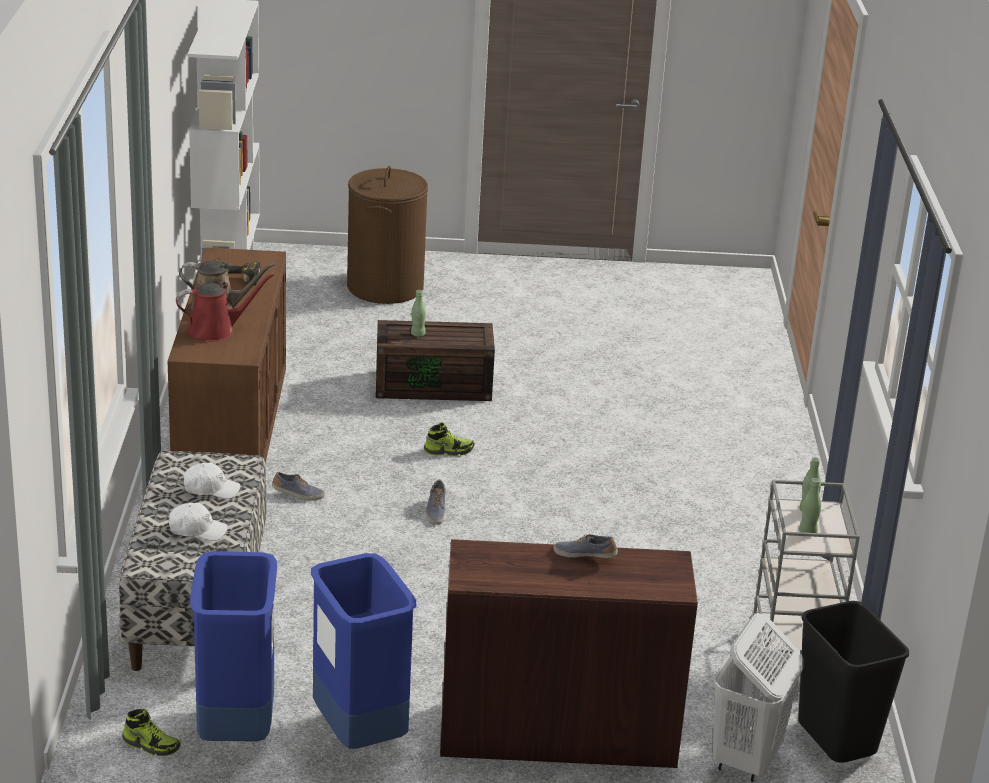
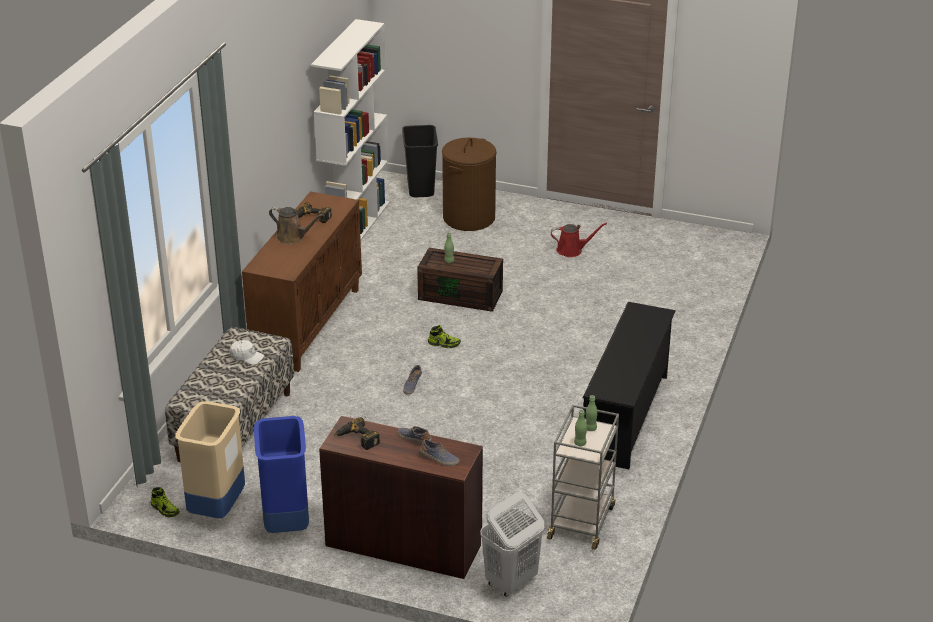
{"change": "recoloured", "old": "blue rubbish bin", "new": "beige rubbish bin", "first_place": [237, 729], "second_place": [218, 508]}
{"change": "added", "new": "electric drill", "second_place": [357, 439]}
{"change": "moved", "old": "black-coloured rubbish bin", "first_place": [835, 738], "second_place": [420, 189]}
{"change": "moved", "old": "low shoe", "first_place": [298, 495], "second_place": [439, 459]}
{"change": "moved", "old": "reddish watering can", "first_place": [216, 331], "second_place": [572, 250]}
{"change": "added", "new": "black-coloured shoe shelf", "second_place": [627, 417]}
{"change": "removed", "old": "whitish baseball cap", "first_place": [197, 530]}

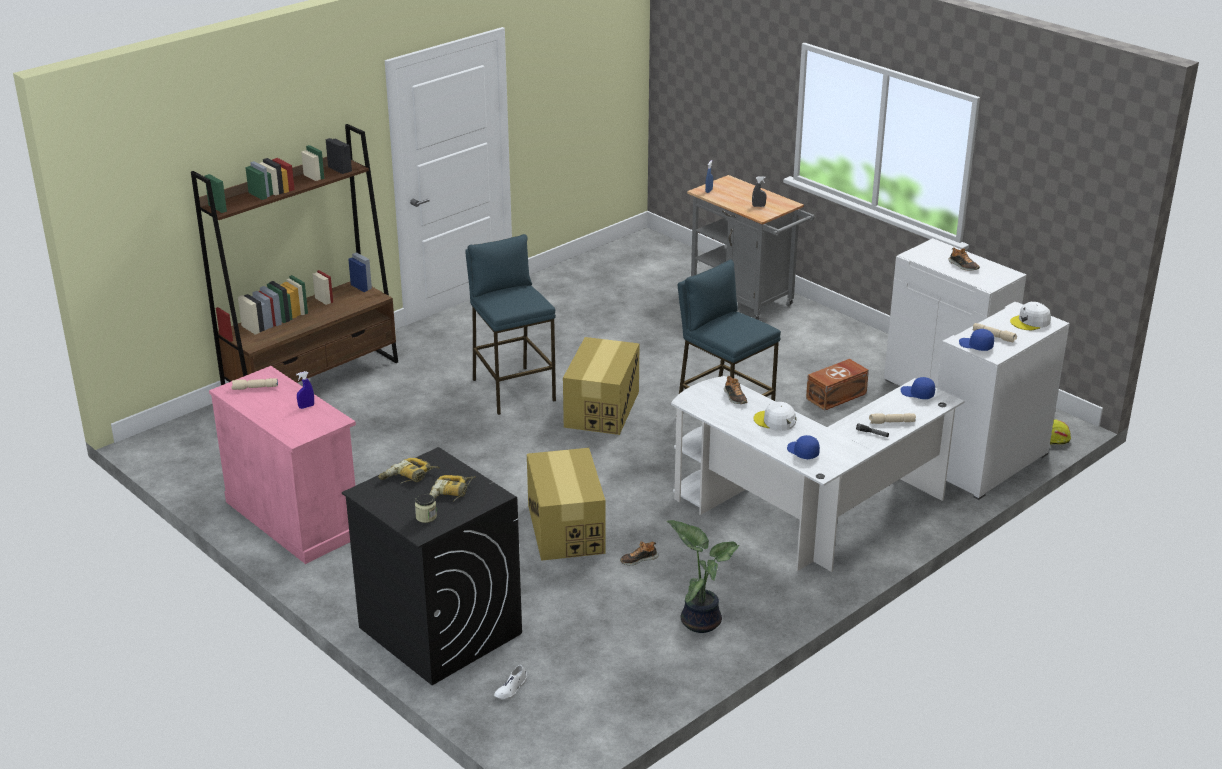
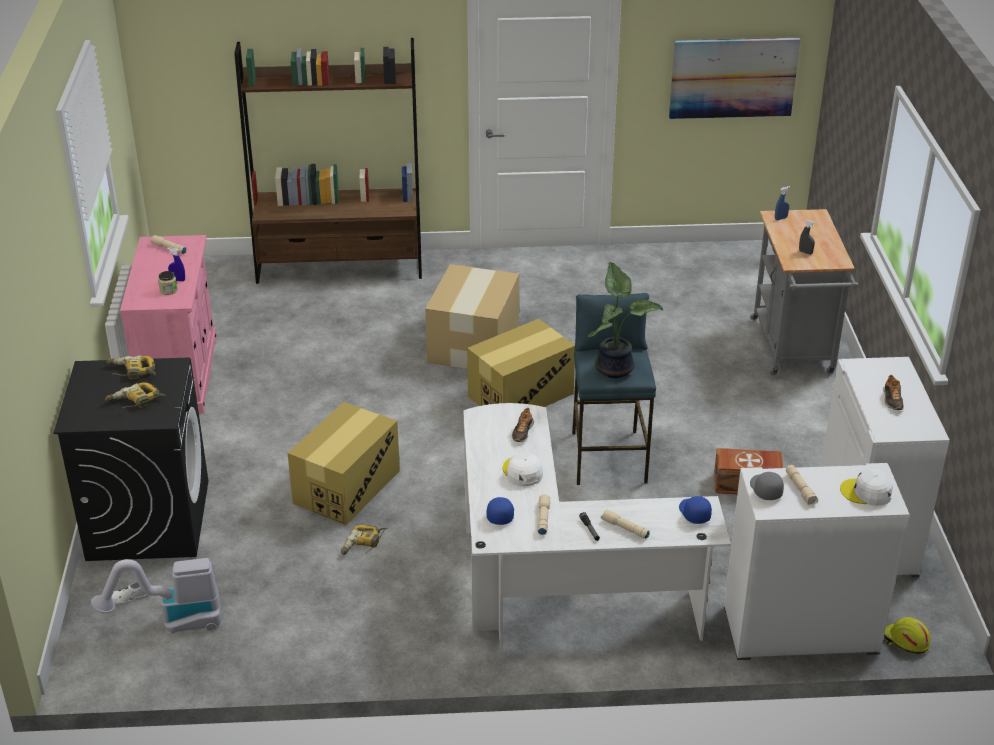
{"change": "added", "new": "vacuum cleaner", "second_place": [171, 623]}
{"change": "moved", "old": "storage jar", "first_place": [426, 517], "second_place": [168, 290]}
{"change": "replaced", "old": "low shoe", "new": "electric drill", "first_place": [638, 559], "second_place": [363, 545]}
{"change": "replaced", "old": "blue stool seat", "new": "cardboard box", "first_place": [513, 390], "second_place": [474, 343]}
{"change": "added", "new": "beige torch", "second_place": [542, 518]}
{"change": "moved", "old": "potted plant", "first_place": [700, 620], "second_place": [616, 367]}
{"change": "added", "new": "picture", "second_place": [733, 77]}
{"change": "recoloured", "old": "blue baseball cap", "new": "greyish baseball cap", "first_place": [975, 346], "second_place": [765, 489]}

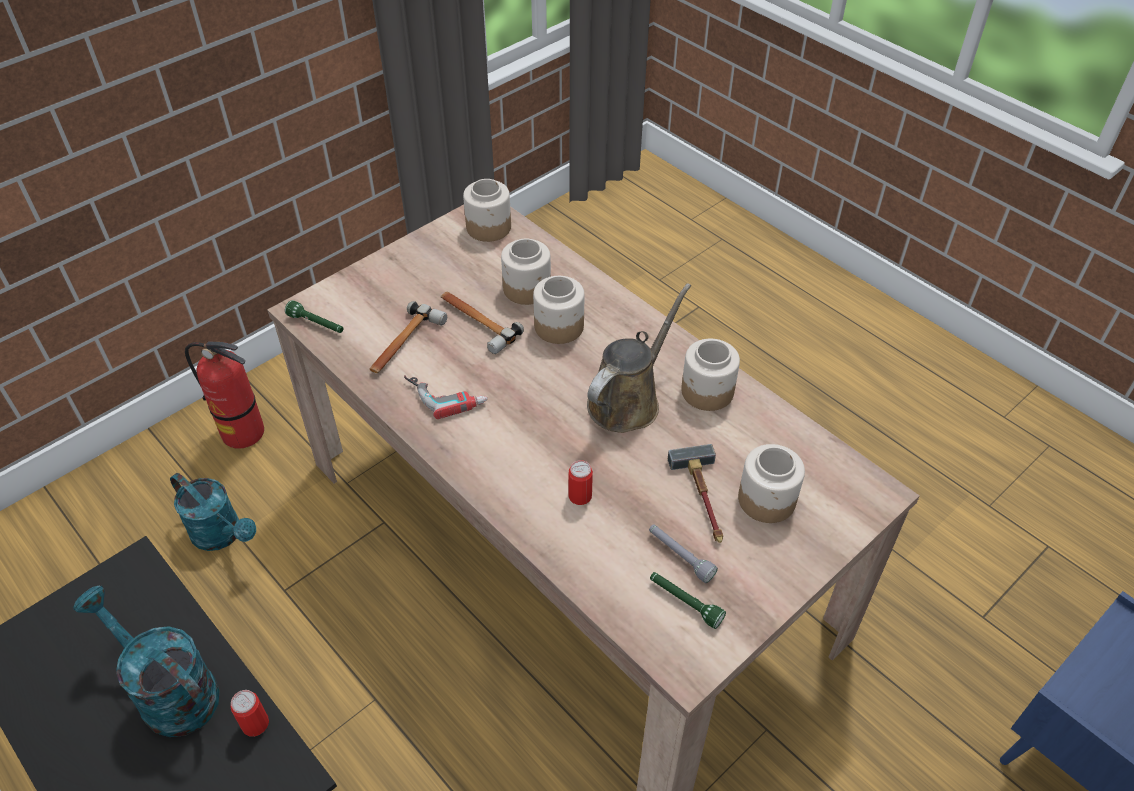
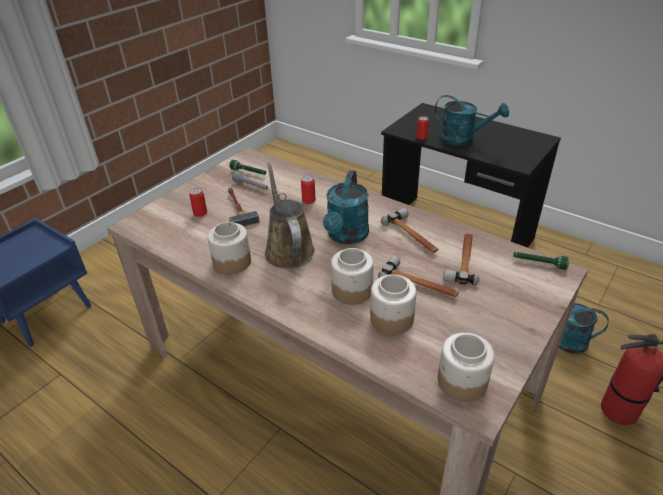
{"change": "replaced", "old": "storage jar", "new": "can", "first_place": [767, 499], "second_place": [200, 213]}
{"change": "turned", "old": "brown watering can", "first_place": [628, 400], "second_place": [288, 249], "degrees": 135}
{"change": "added", "new": "blue-green watering can", "second_place": [346, 237]}
{"change": "replaced", "old": "electric drill", "new": "hand hammer", "first_place": [446, 393], "second_place": [412, 235]}

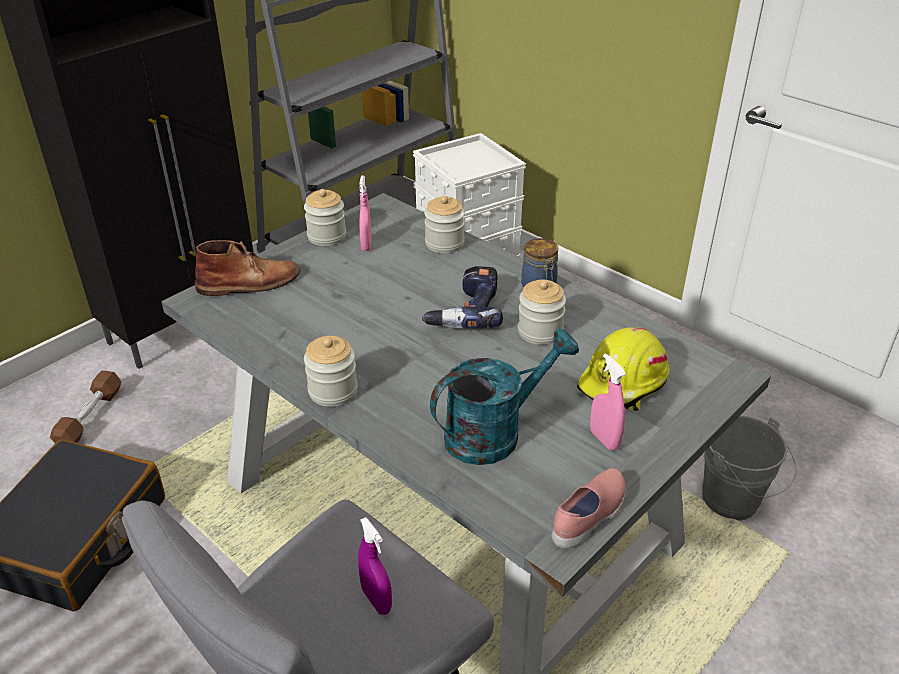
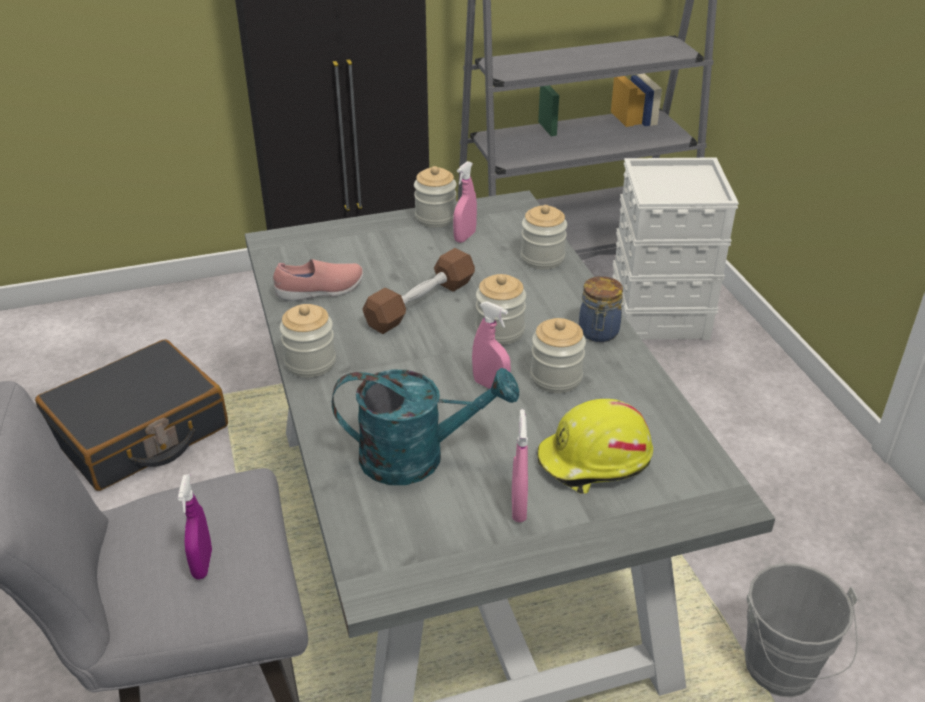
{"change": "moved", "old": "pink-coloured low shoe", "first_place": [589, 517], "second_place": [321, 291]}
{"change": "moved", "old": "brown dumbbell", "first_place": [90, 417], "second_place": [420, 303]}
{"change": "added", "new": "pink-coloured sprayer", "second_place": [490, 386]}
{"change": "replaced", "old": "electric drill", "new": "storage jar", "first_place": [465, 311], "second_place": [500, 331]}
{"change": "removed", "old": "brown boot", "first_place": [250, 283]}

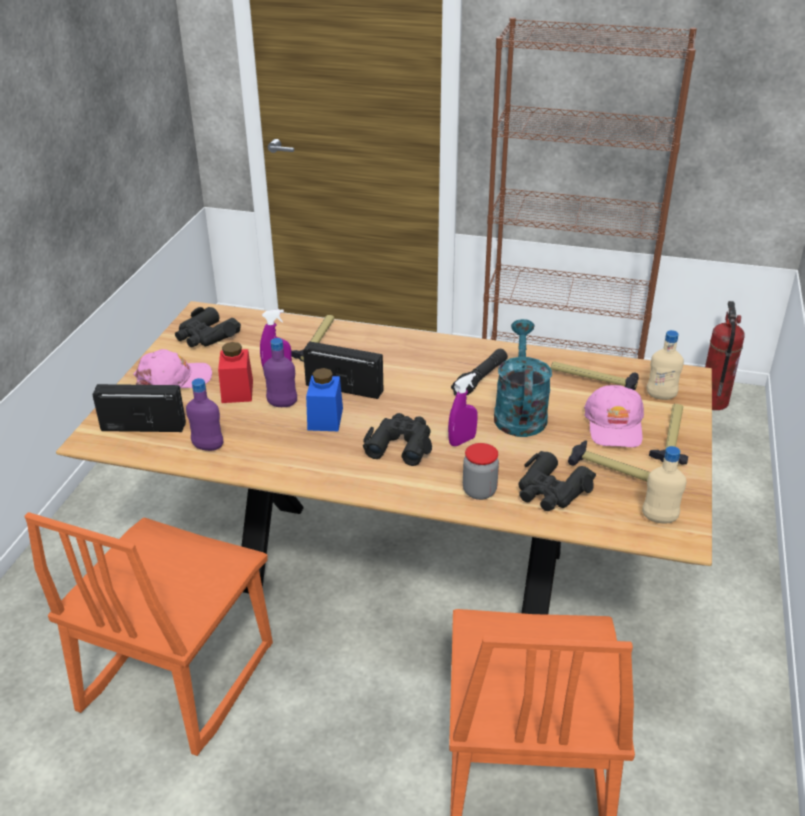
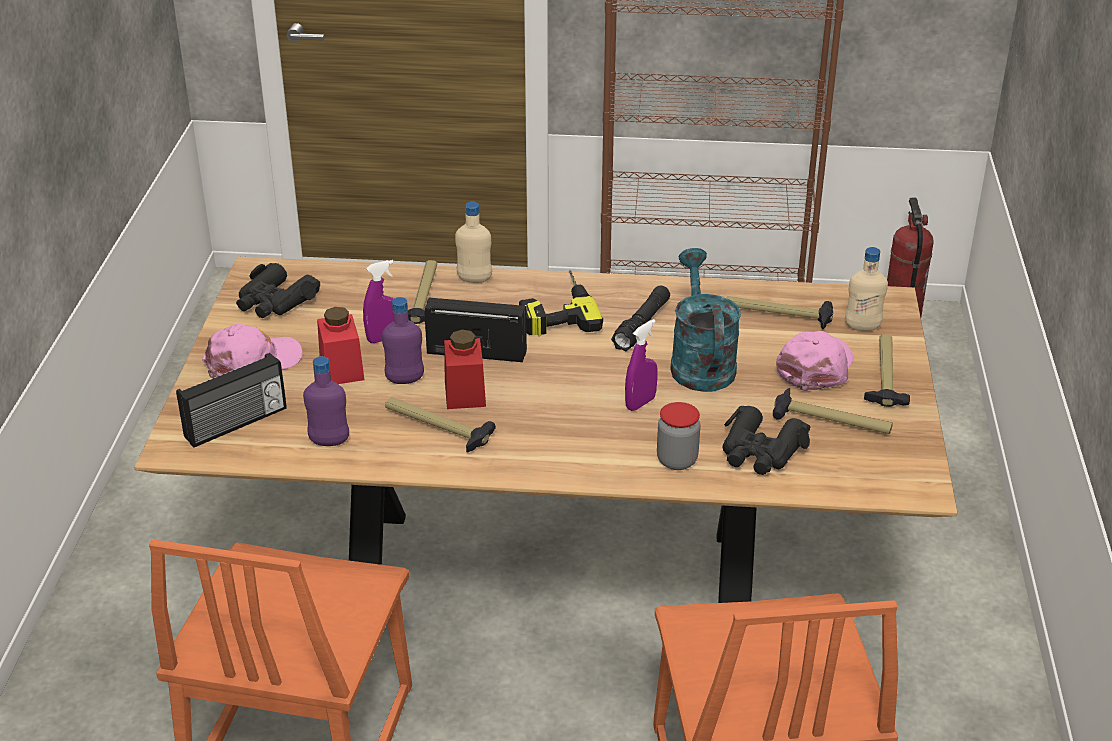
{"change": "turned", "old": "radio", "first_place": [144, 426], "second_place": [237, 424], "degrees": 150}
{"change": "added", "new": "hand hammer", "second_place": [436, 427]}
{"change": "recoloured", "old": "blue storage jar", "new": "reddish storage jar", "first_place": [325, 419], "second_place": [465, 393]}
{"change": "moved", "old": "beige bottle", "first_place": [659, 519], "second_place": [474, 279]}
{"change": "added", "new": "electric drill", "second_place": [555, 309]}
{"change": "turned", "old": "pink-coloured baseball cap", "first_place": [614, 425], "second_place": [816, 367], "degrees": -150}
{"change": "removed", "old": "black-coloured pair of binoculars", "first_place": [400, 444]}

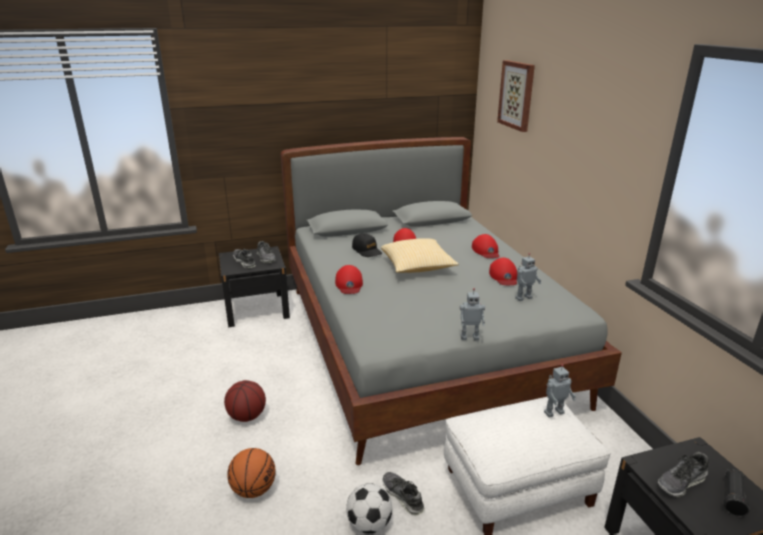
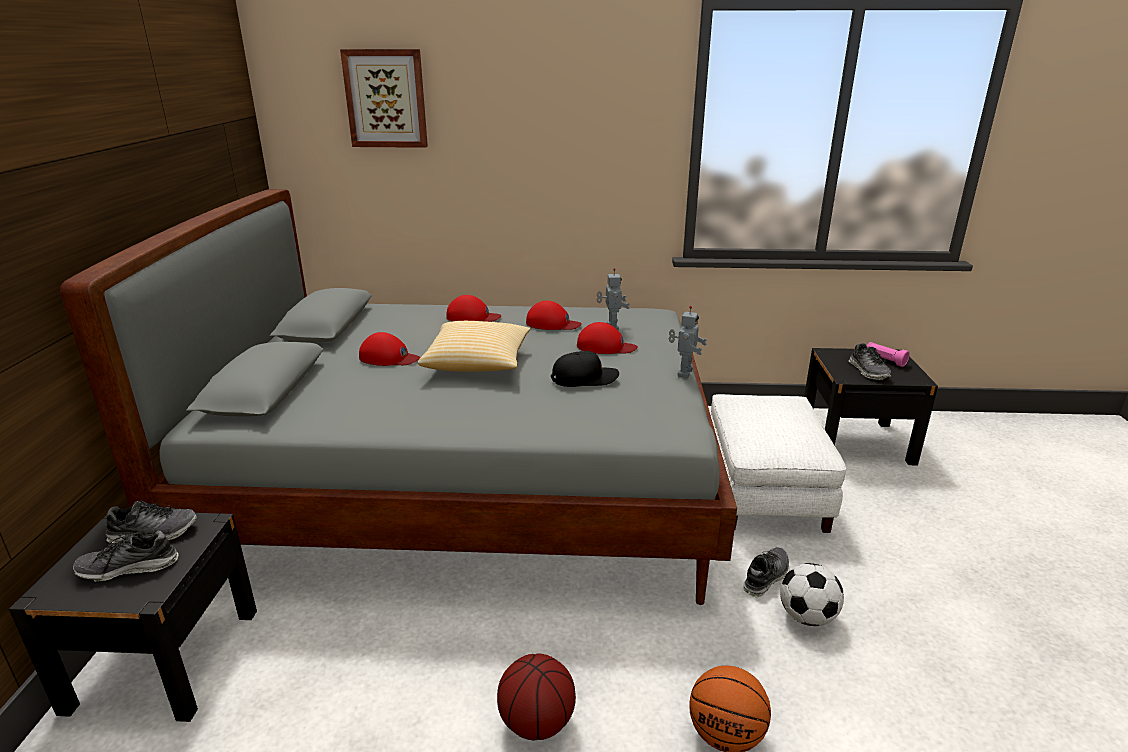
{"change": "moved", "old": "black-coloured baseball cap", "first_place": [367, 250], "second_place": [584, 378]}
{"change": "moved", "old": "reddish baseball cap", "first_place": [349, 284], "second_place": [605, 347]}
{"change": "turned", "old": "low shoe", "first_place": [402, 496], "second_place": [765, 577], "degrees": 150}
{"change": "recoloured", "old": "black-coloured torch", "new": "pink-coloured torch", "first_place": [733, 498], "second_place": [884, 360]}
{"change": "removed", "old": "toy robot", "first_place": [553, 412]}

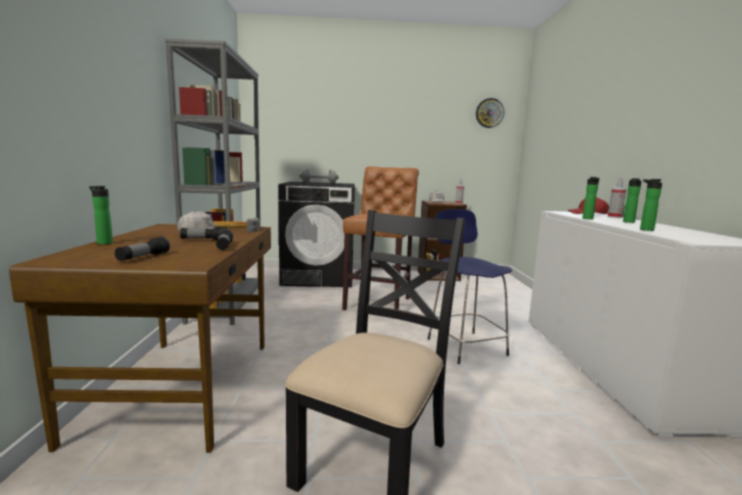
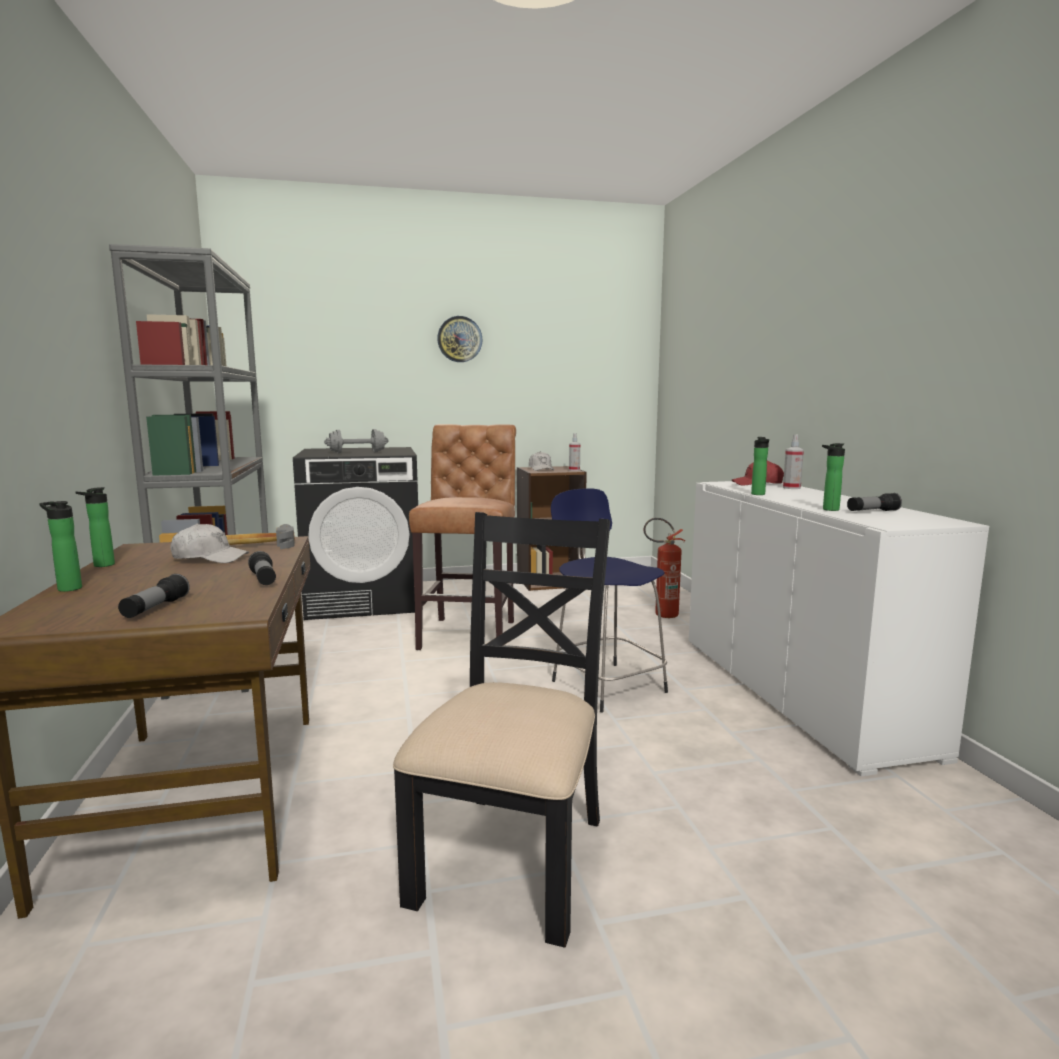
{"change": "moved", "old": "bottle", "first_place": [628, 222], "second_place": [101, 565]}
{"change": "moved", "old": "wall clock", "first_place": [489, 113], "second_place": [459, 339]}
{"change": "added", "new": "fire-fighting cylinder", "second_place": [661, 615]}
{"change": "moved", "old": "torch", "first_place": [204, 240], "second_place": [872, 511]}

